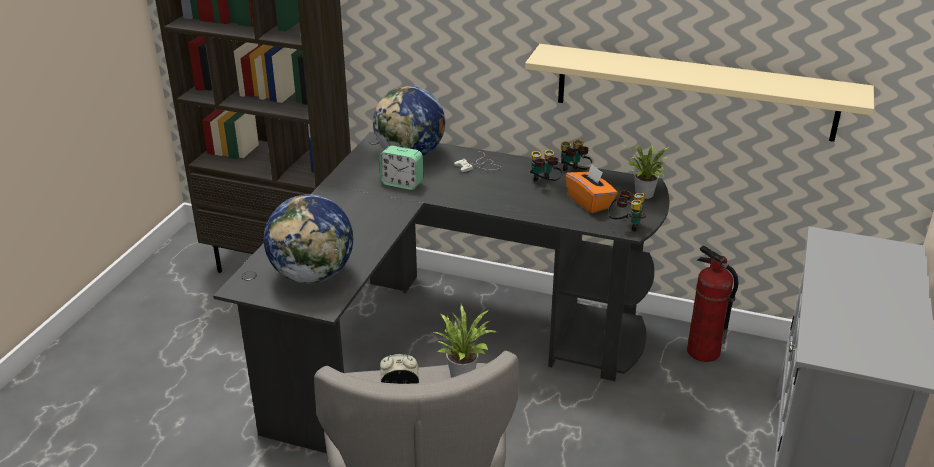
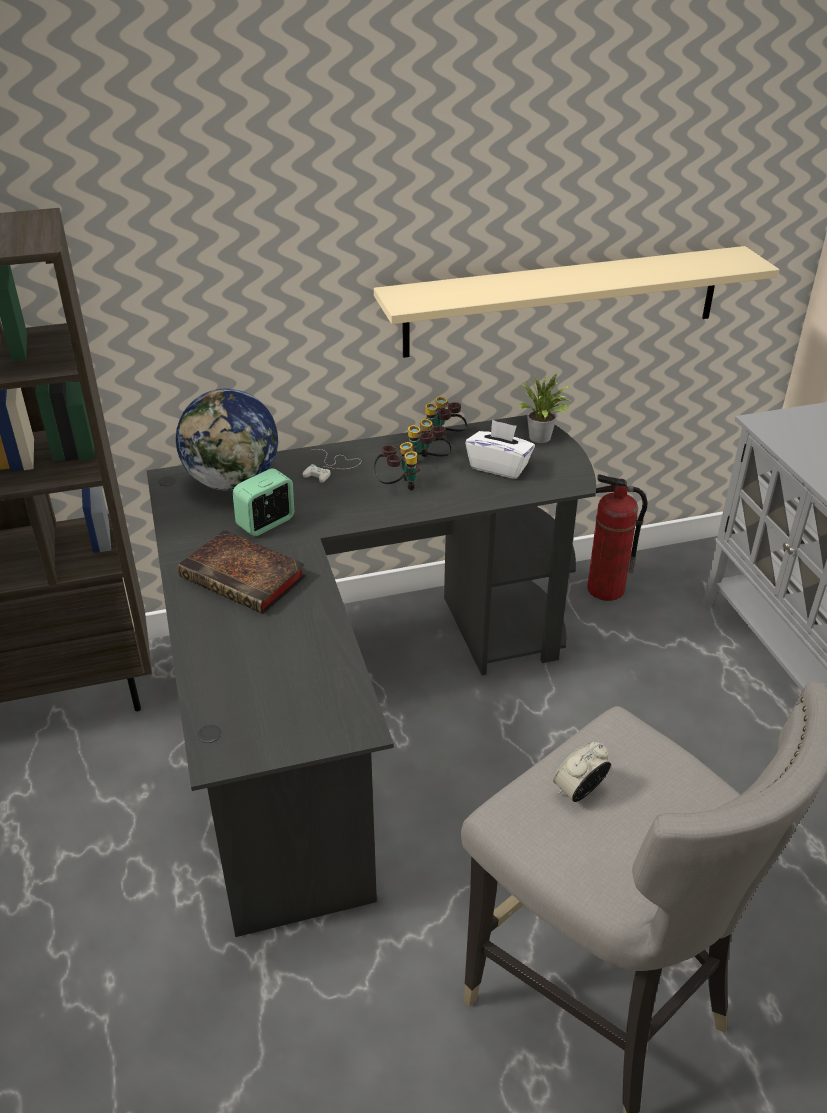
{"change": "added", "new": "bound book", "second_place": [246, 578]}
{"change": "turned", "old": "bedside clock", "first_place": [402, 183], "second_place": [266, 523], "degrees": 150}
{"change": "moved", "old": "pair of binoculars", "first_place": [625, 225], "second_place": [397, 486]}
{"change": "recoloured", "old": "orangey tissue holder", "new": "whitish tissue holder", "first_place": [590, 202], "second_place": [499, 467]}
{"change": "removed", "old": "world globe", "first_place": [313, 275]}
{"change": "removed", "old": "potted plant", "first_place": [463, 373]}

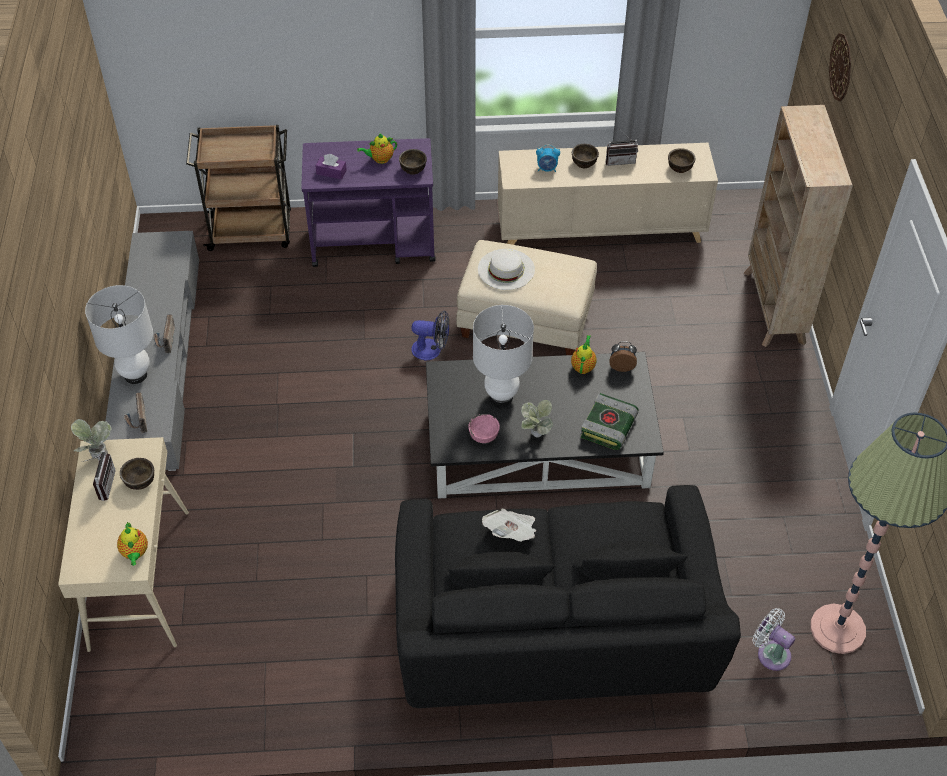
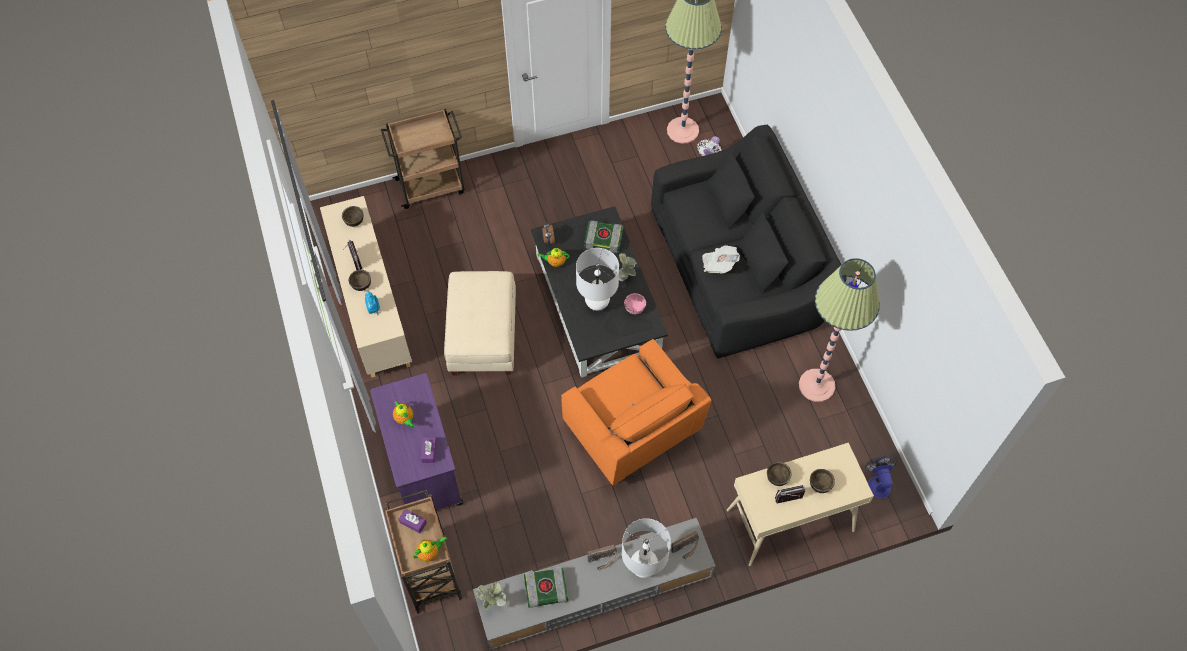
{"change": "replaced", "old": "beige bookcase", "new": "brown wheeled cart", "first_place": [773, 308], "second_place": [431, 186]}
{"change": "added", "new": "purplish tissue holder", "second_place": [413, 522]}
{"change": "moved", "old": "tea pot", "first_place": [135, 553], "second_place": [430, 553]}
{"change": "moved", "old": "potted plant", "first_place": [97, 455], "second_place": [493, 603]}
{"change": "added", "new": "bound book", "second_place": [545, 590]}
{"change": "added", "new": "orangey armchair", "second_place": [631, 430]}
{"change": "added", "new": "standing lamp", "second_place": [816, 385]}
{"change": "moved", "old": "brown deep dish", "first_place": [413, 169], "second_place": [820, 485]}
{"change": "moved", "old": "fan", "first_place": [432, 350], "second_place": [878, 482]}
{"change": "removed", "old": "whitish wearable hat", "first_place": [506, 269]}
{"change": "removed", "old": "wall clock", "first_place": [841, 67]}

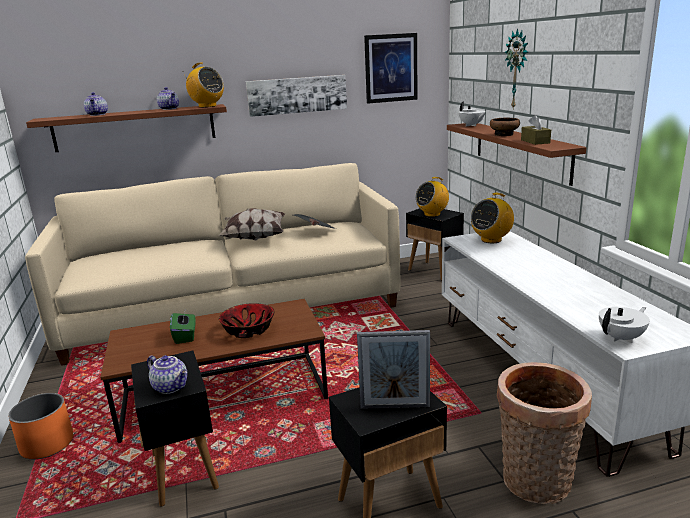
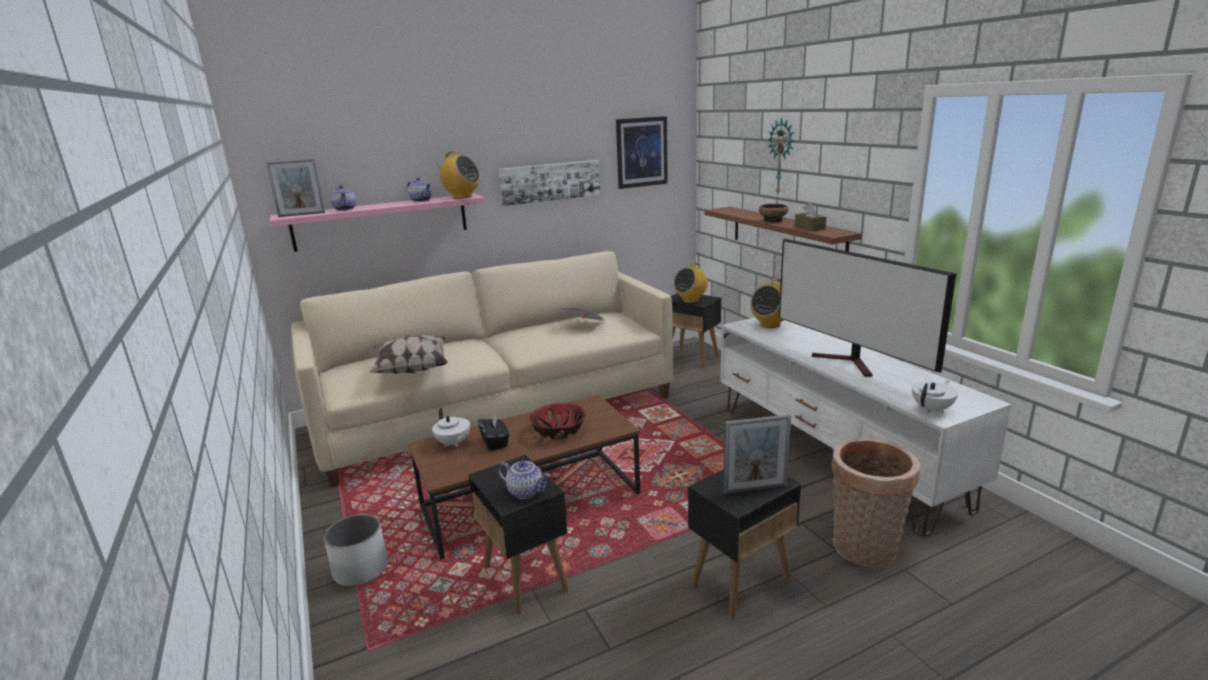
{"change": "added", "new": "photo frame", "second_place": [301, 214]}
{"change": "recoloured", "old": "brown wall shelf", "new": "pink-coloured wall shelf", "first_place": [135, 128], "second_place": [381, 222]}
{"change": "recoloured", "old": "orangey plant pot", "new": "whitish plant pot", "first_place": [47, 444], "second_place": [361, 569]}
{"change": "moved", "old": "cushion", "first_place": [254, 238], "second_place": [412, 370]}
{"change": "moved", "old": "whitish tea pot", "first_place": [471, 125], "second_place": [453, 443]}
{"change": "recoloured", "old": "green tissue holder", "new": "black-coloured tissue holder", "first_place": [185, 336], "second_place": [495, 442]}
{"change": "added", "new": "TV set", "second_place": [850, 363]}

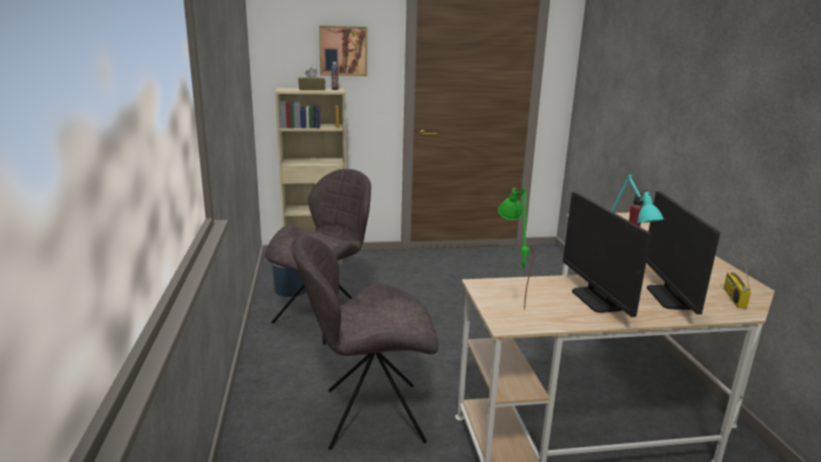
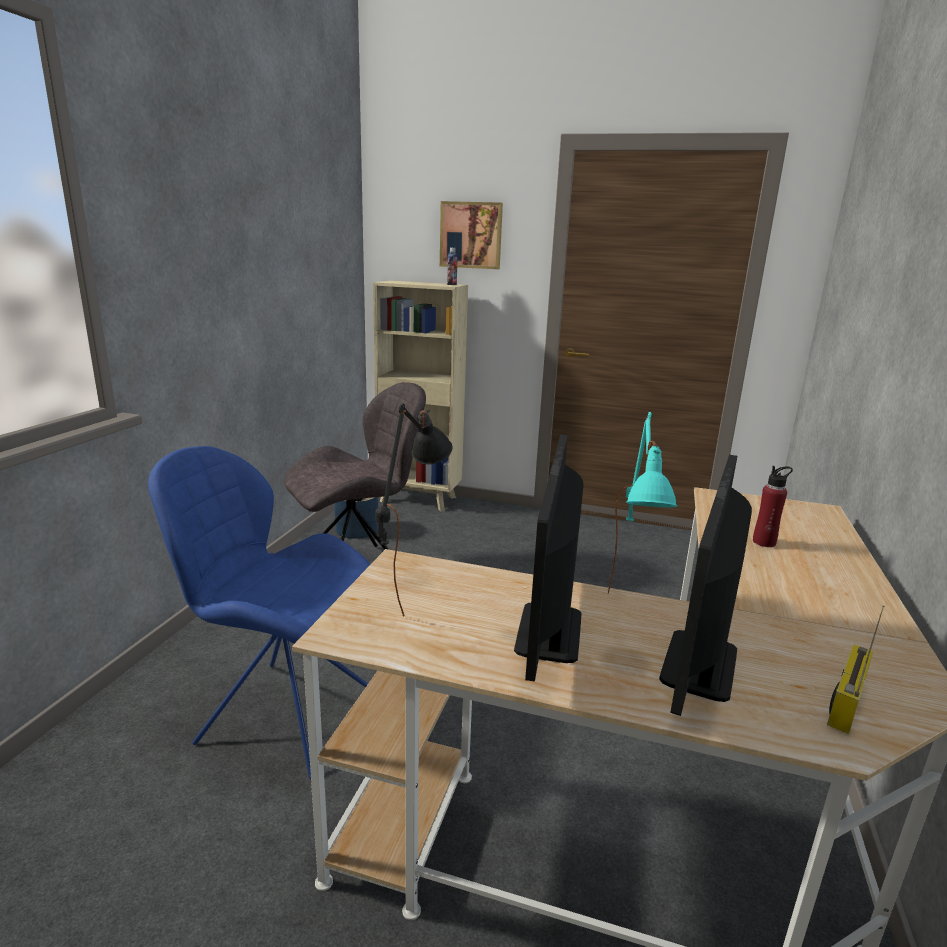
{"change": "recoloured", "old": "greyish upright chair", "new": "blue upright chair", "first_place": [369, 415], "second_place": [283, 714]}
{"change": "recoloured", "old": "green table lamp", "new": "black-coloured table lamp", "first_place": [509, 297], "second_place": [410, 591]}
{"change": "removed", "old": "brown tissue holder", "first_place": [312, 89]}

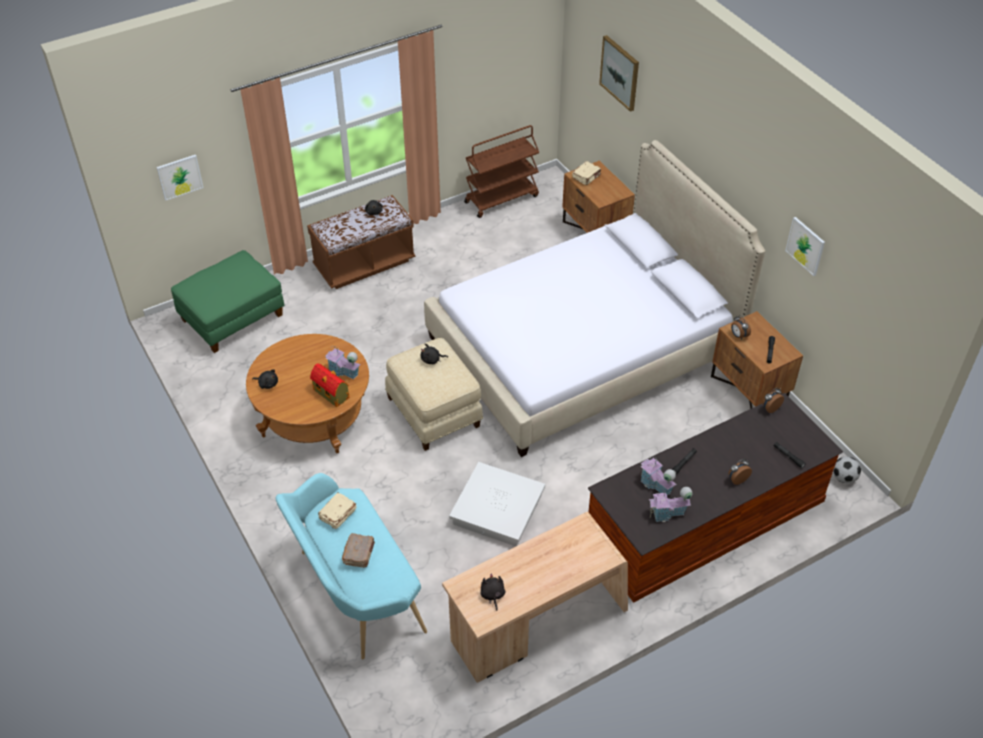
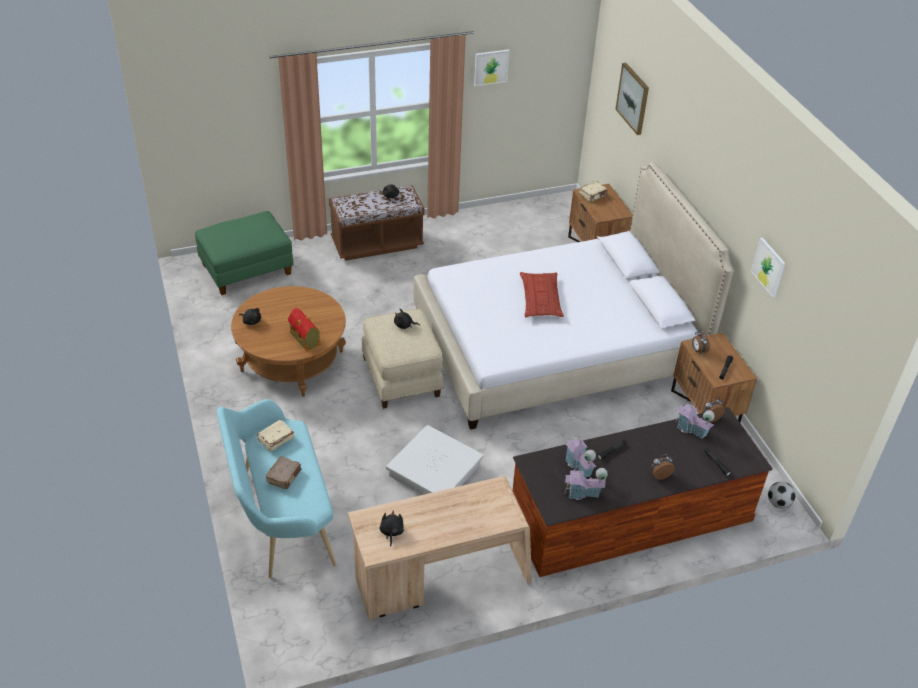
{"change": "moved", "old": "picture", "first_place": [179, 177], "second_place": [491, 67]}
{"change": "added", "new": "cushion", "second_place": [540, 299]}
{"change": "moved", "old": "model house", "first_place": [343, 372], "second_place": [691, 429]}
{"change": "removed", "old": "brown wheeled cart", "first_place": [501, 199]}

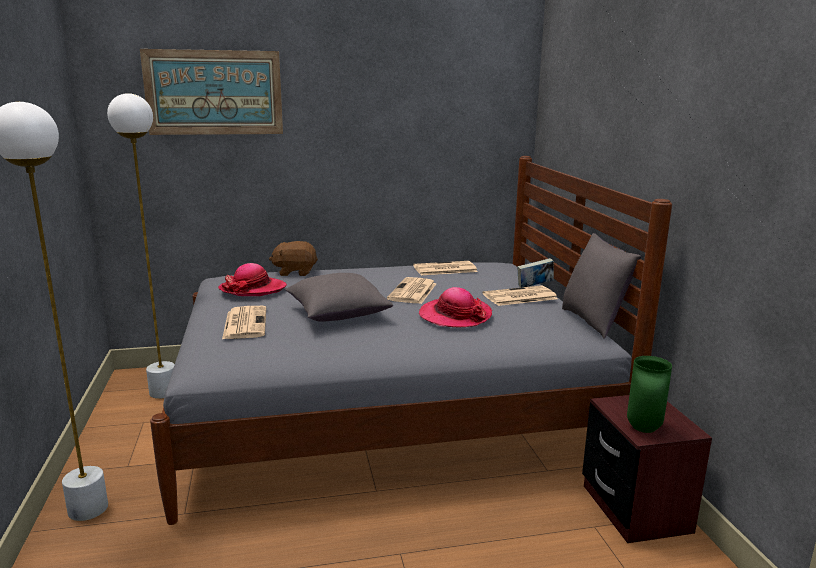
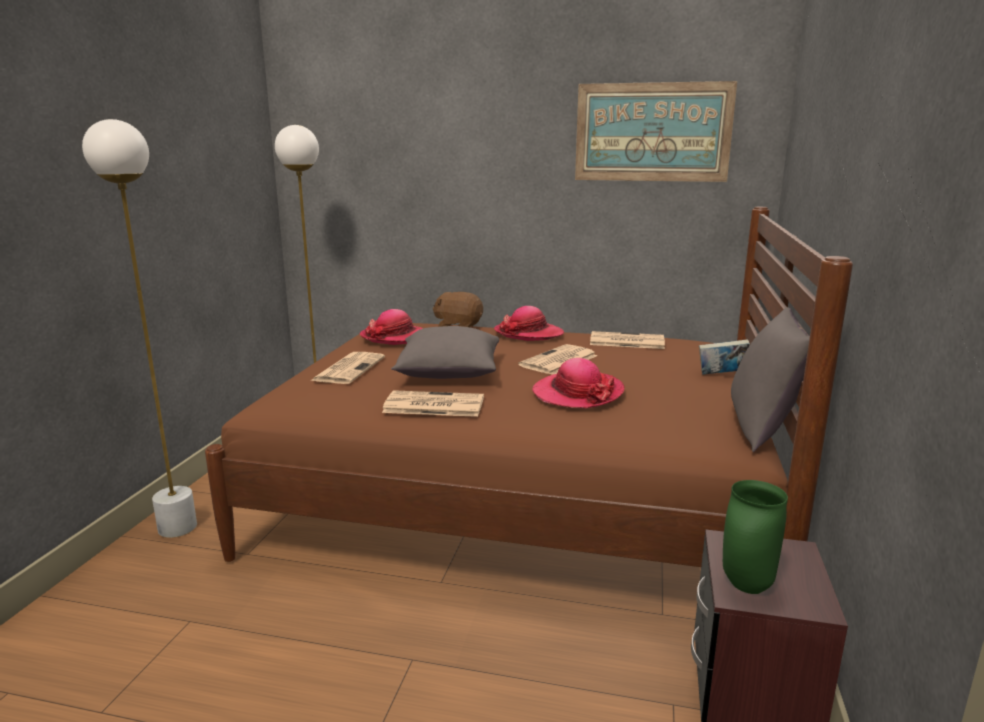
{"change": "recoloured", "old": "greyish sleeping bed", "new": "brown sleeping bed", "first_place": [386, 411], "second_place": [518, 498]}
{"change": "moved", "old": "daily paper", "first_place": [519, 297], "second_place": [432, 405]}
{"change": "added", "new": "wearable hat", "second_place": [528, 334]}
{"change": "moved", "old": "picture", "first_place": [214, 92], "second_place": [652, 132]}

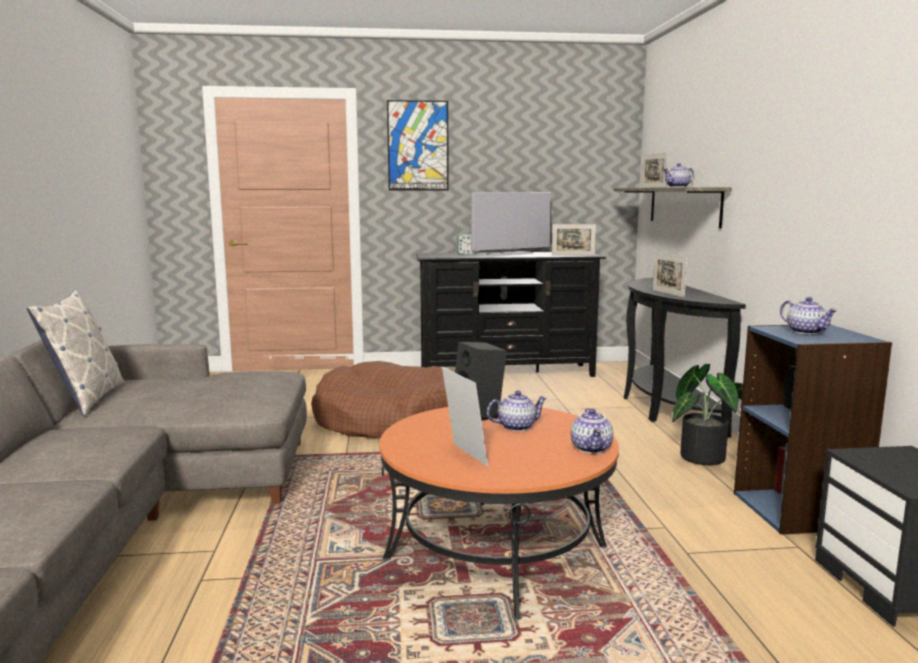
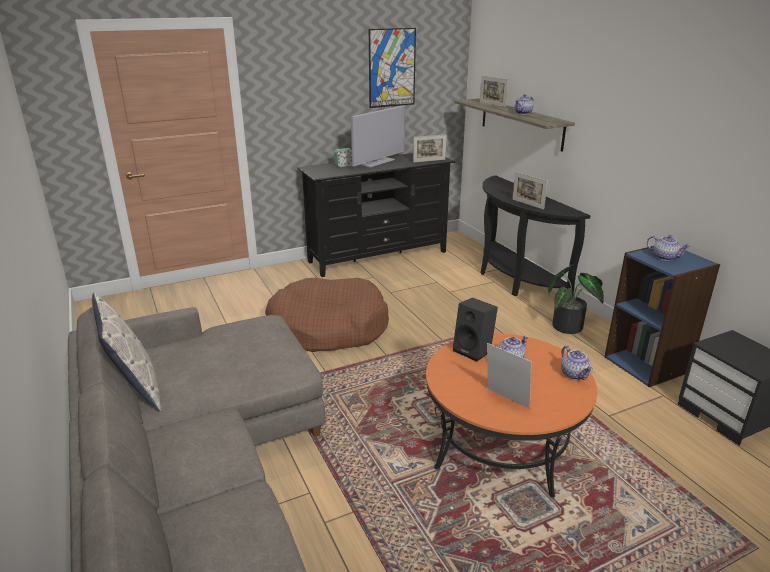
{"change": "moved", "old": "picture", "first_place": [418, 146], "second_place": [392, 68]}

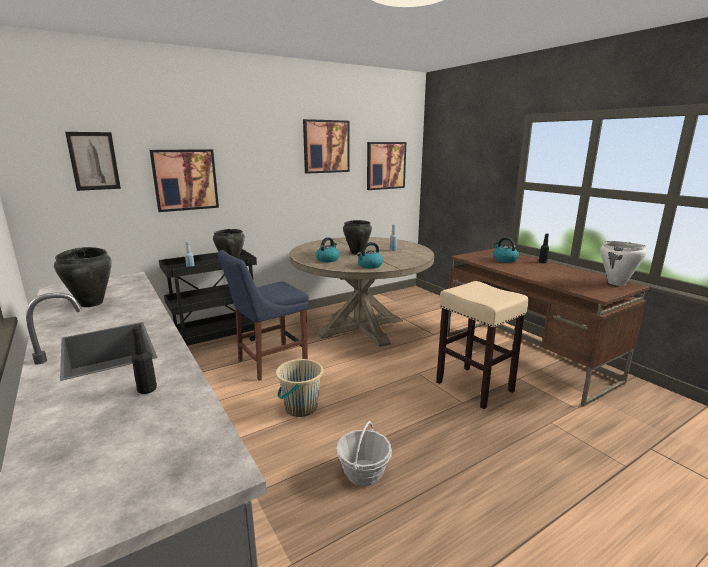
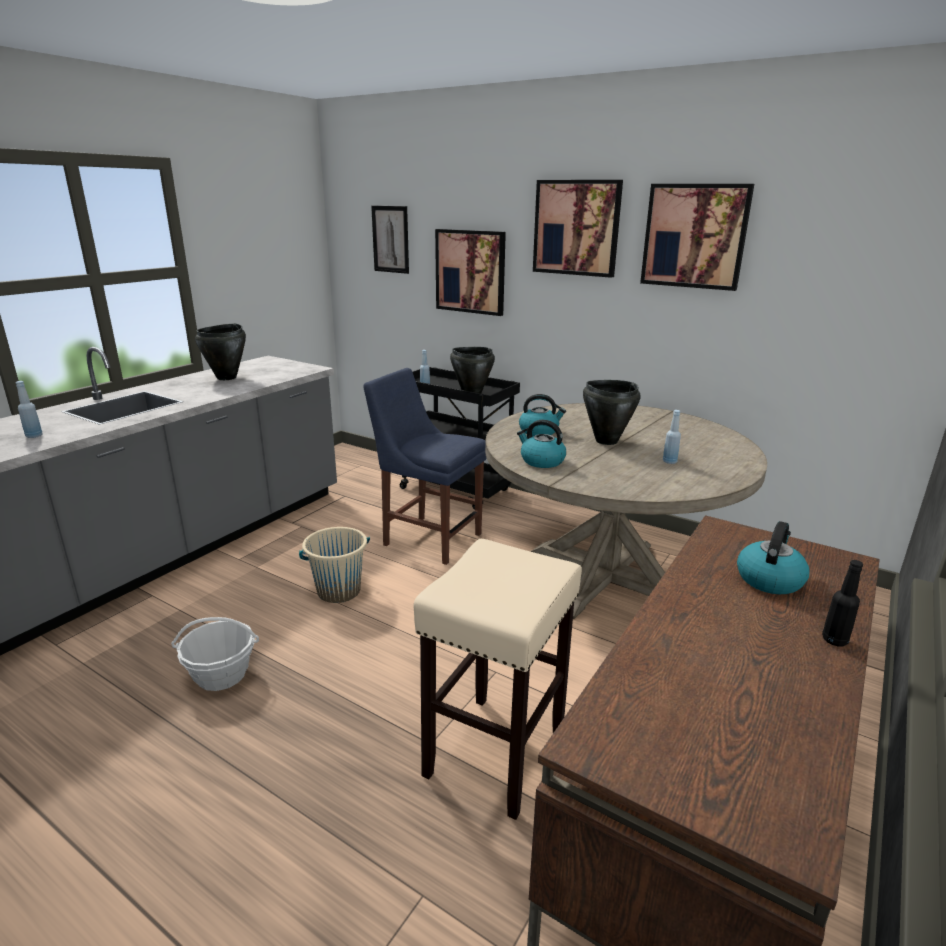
{"change": "recoloured", "old": "black-coloured bottle", "new": "blue bottle", "first_place": [147, 390], "second_place": [34, 436]}
{"change": "moved", "old": "picture", "first_place": [385, 165], "second_place": [576, 228]}
{"change": "removed", "old": "whitish cooking pot", "first_place": [616, 283]}

